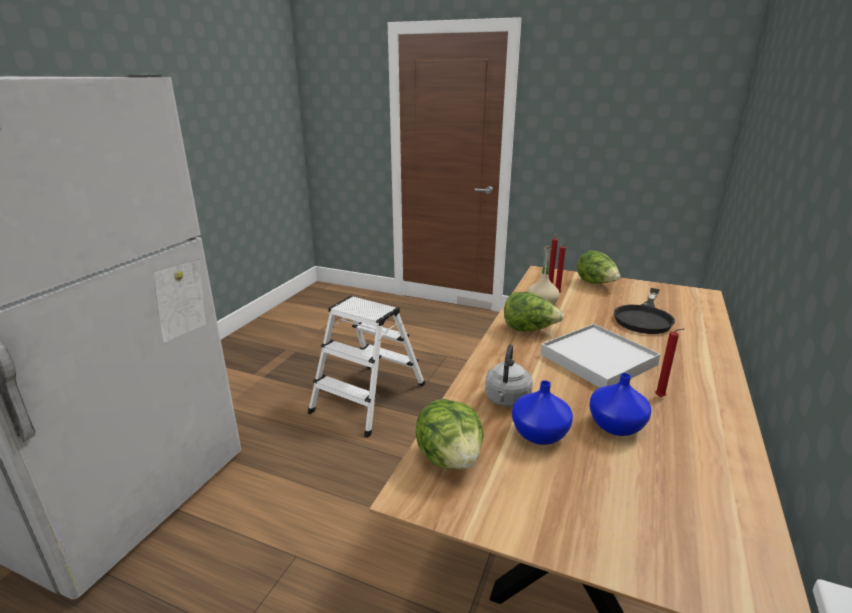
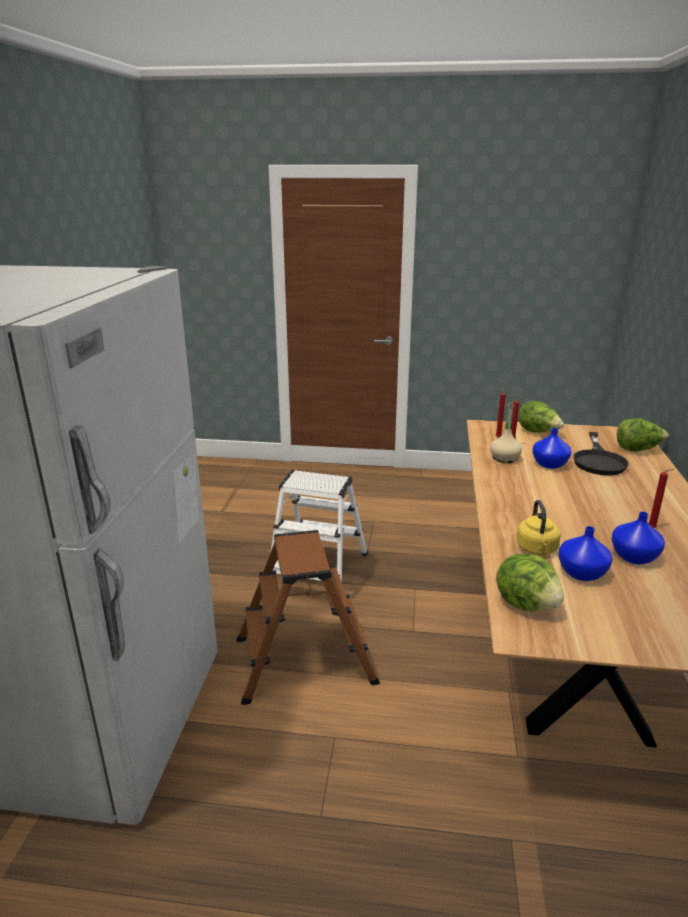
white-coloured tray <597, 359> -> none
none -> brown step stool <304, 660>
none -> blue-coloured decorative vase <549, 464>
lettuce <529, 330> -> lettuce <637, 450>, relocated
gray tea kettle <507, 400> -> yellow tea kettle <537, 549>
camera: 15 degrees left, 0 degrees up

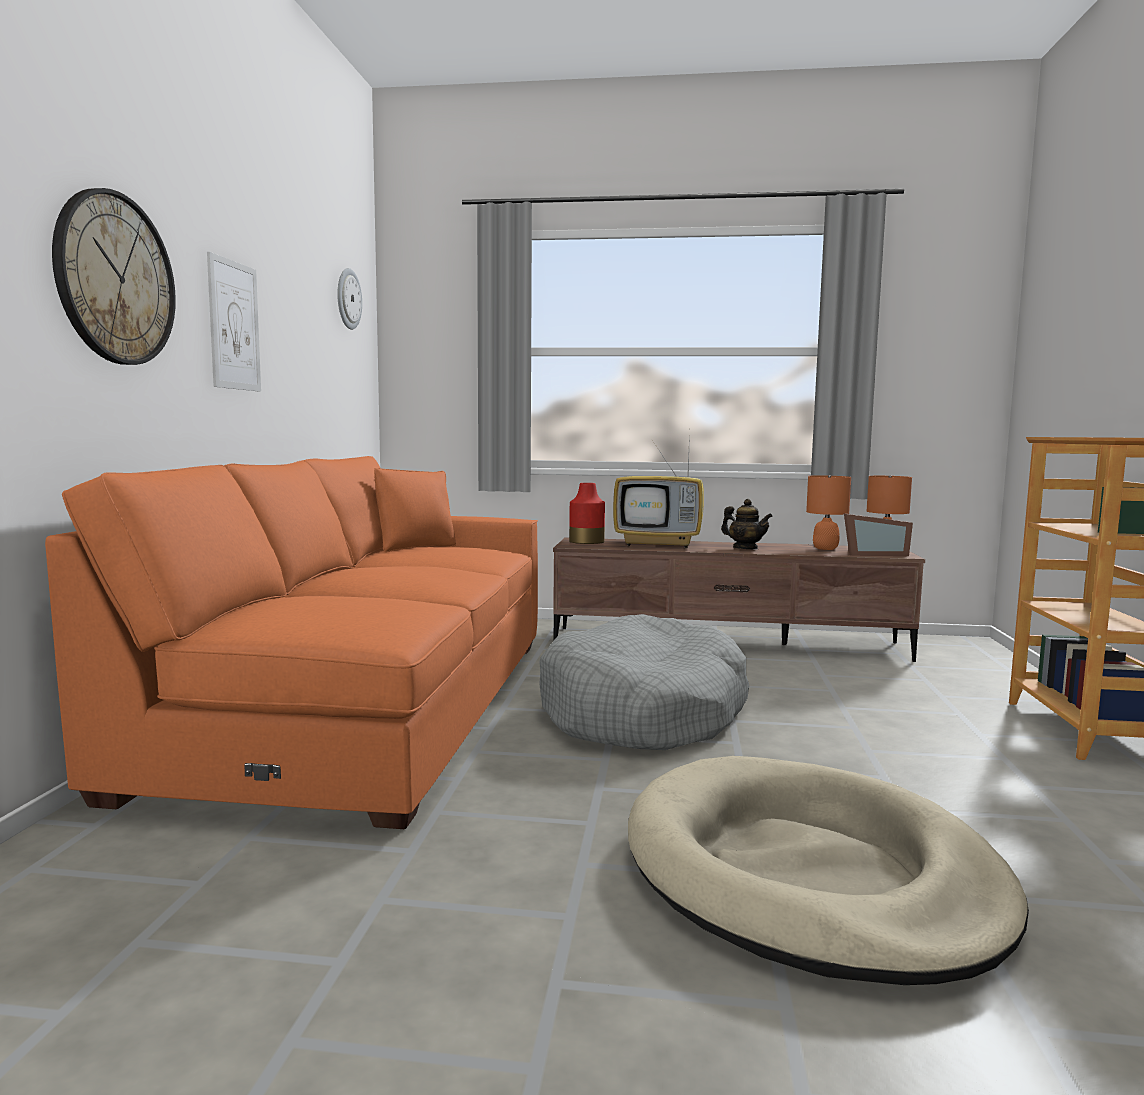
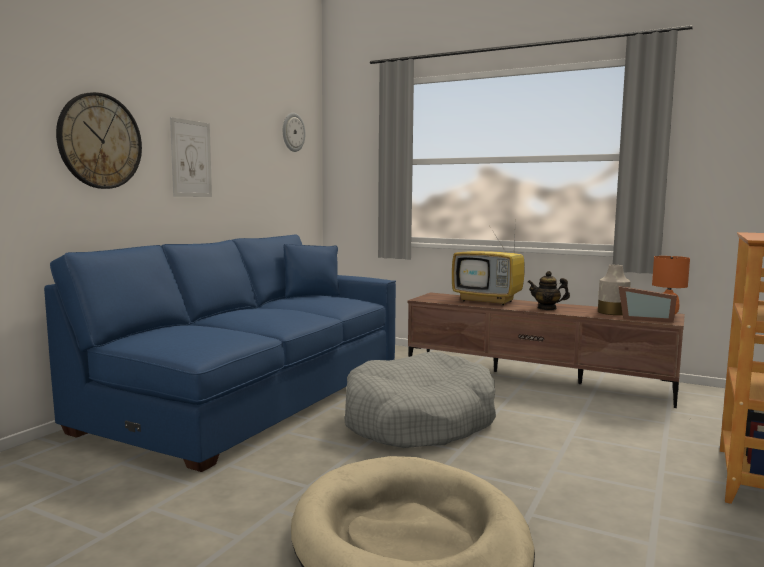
reddish decorative vase <587, 541> -> none
orangey tabletop lamp <826, 549> -> beige-coloured decorative vase <612, 312>
orangey sofa <368, 707> -> blue-coloured sofa <253, 396>
tea pot <745, 548> -> tea pot <547, 308>, 135 degrees clockwise
camera: 20 degrees right, 0 degrees up

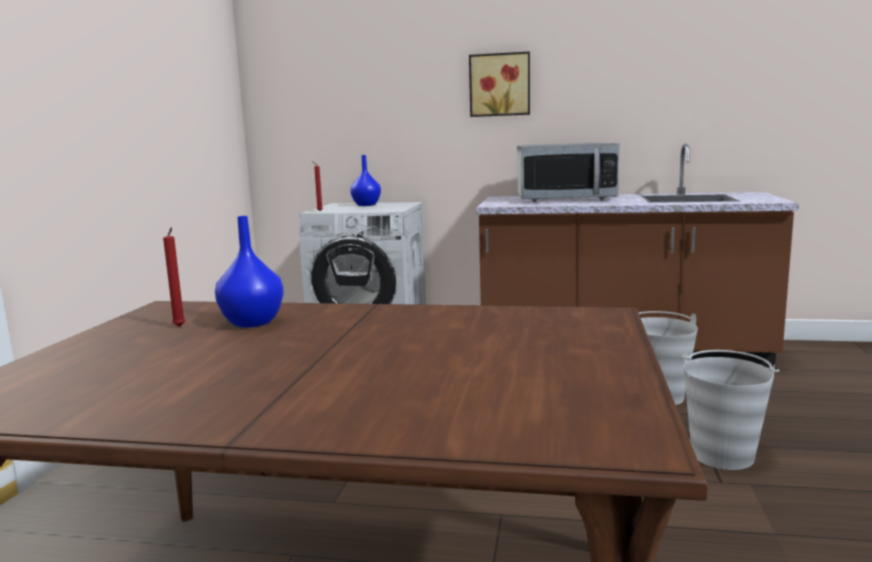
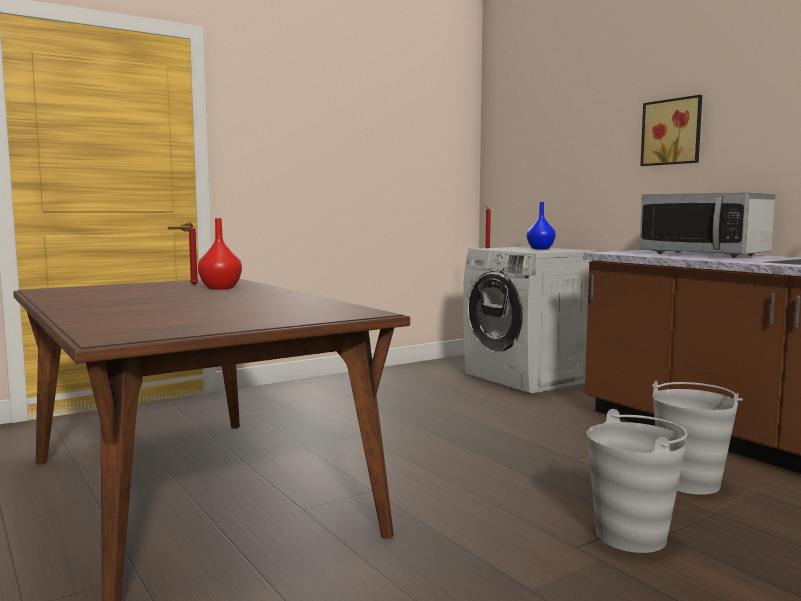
blue-coloured decorative vase <251, 322> -> reddish decorative vase <220, 288>
camera: 45 degrees right, 5 degrees down

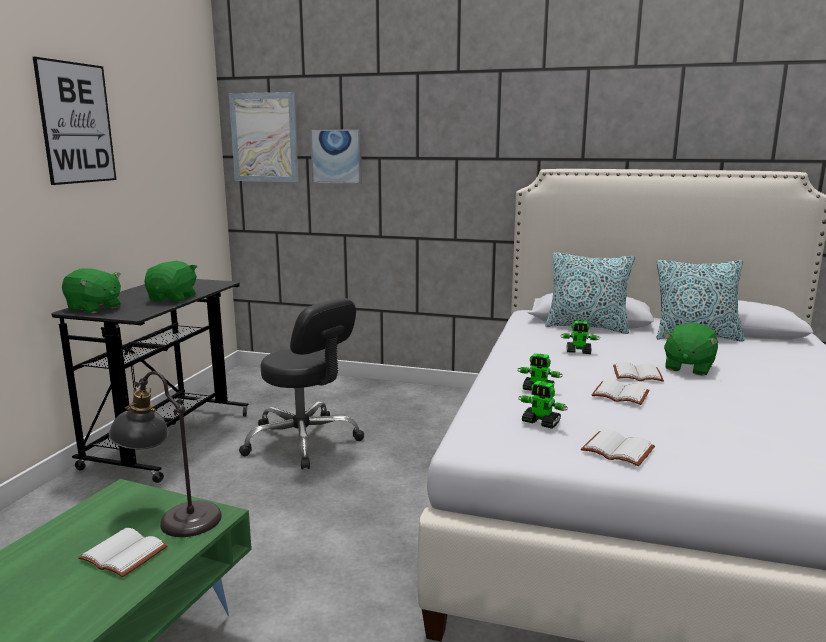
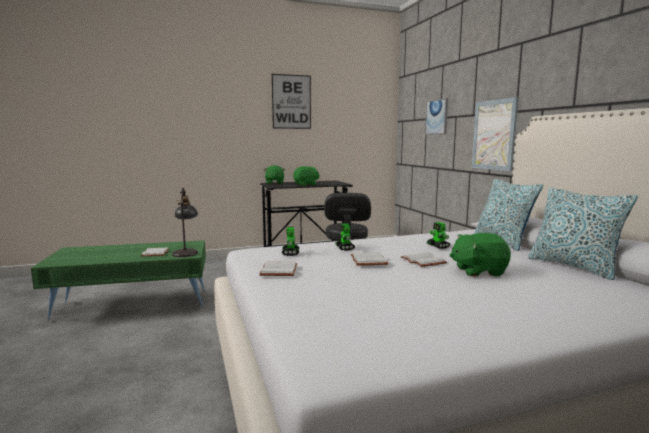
wall art <264, 137> -> wall art <494, 135>, relocated
camera: 55 degrees right, 5 degrees down

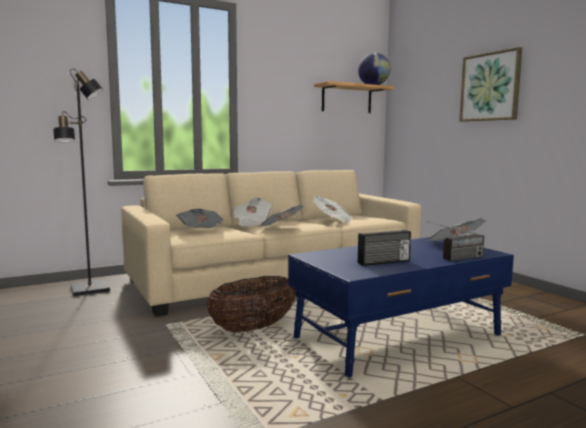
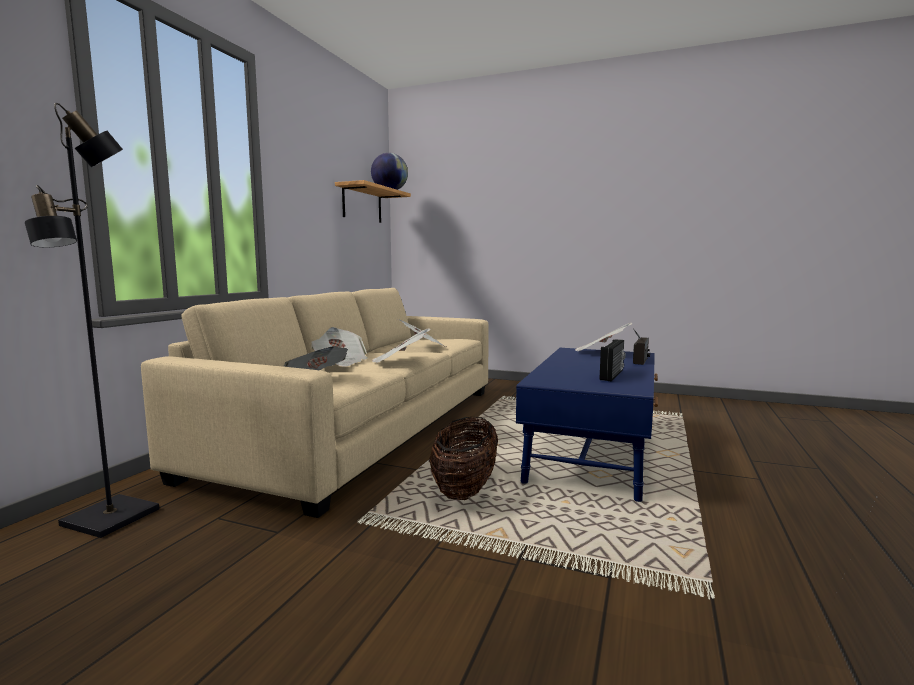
wall art <490, 87> -> none
camera: 40 degrees left, 0 degrees up

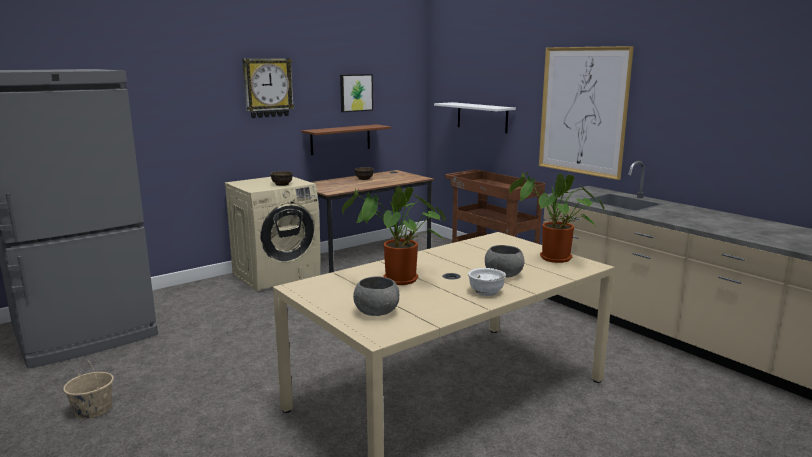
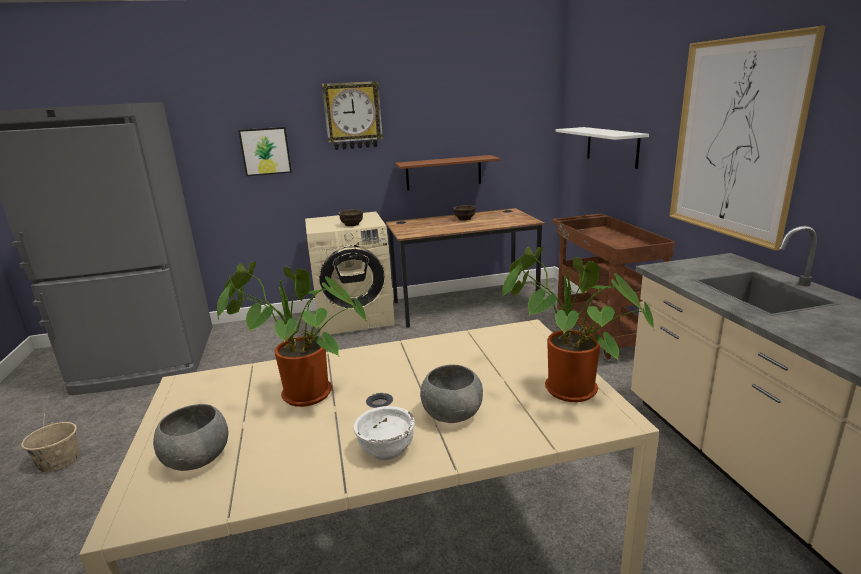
wall art <355, 92> -> wall art <265, 151>, relocated
camera: 25 degrees right, 5 degrees up

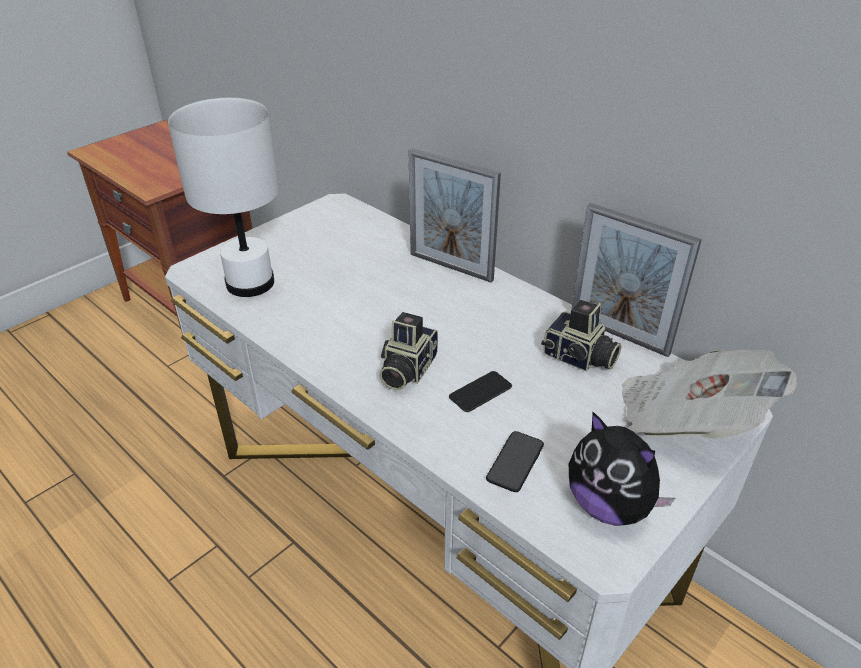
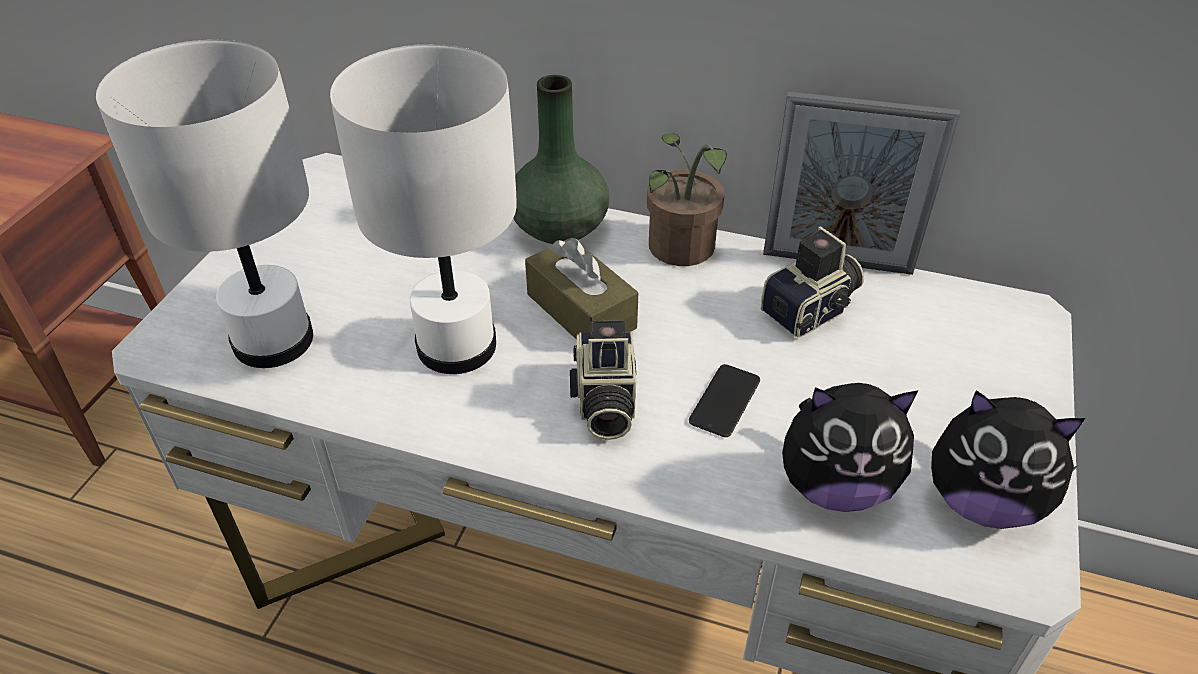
newspaper <688, 420> -> none
none -> white-coloured tabletop lamp <456, 345>
none -> brown box of tissues <581, 311>
none -> plant in a pot <681, 252>
photo frame <451, 267> -> green-coloured decorative vase <560, 227>
handset <515, 462> -> soft toy <835, 486>
photo camera <579, 358> -> photo camera <813, 310>, 45 degrees counterclockwise
camera: 25 degrees left, 5 degrees up

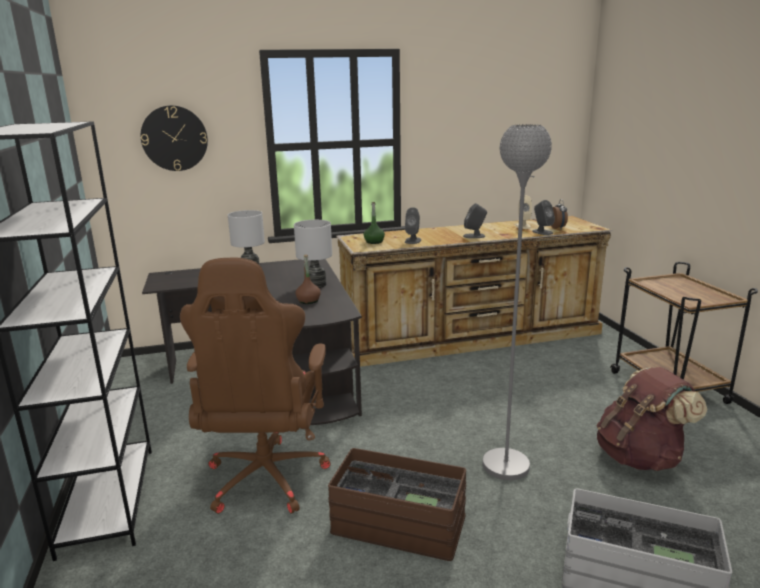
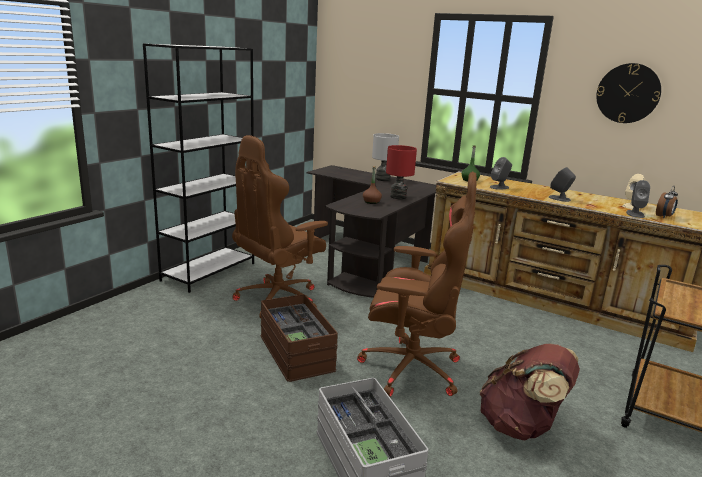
clock on the wall <174, 138> -> clock on the wall <628, 93>, relocated
gray standard lamp <506, 465> -> brown computer chair <409, 369>
gray tabletop lamp <316, 285> -> reddish tabletop lamp <398, 197>
camera: 45 degrees right, 0 degrees up

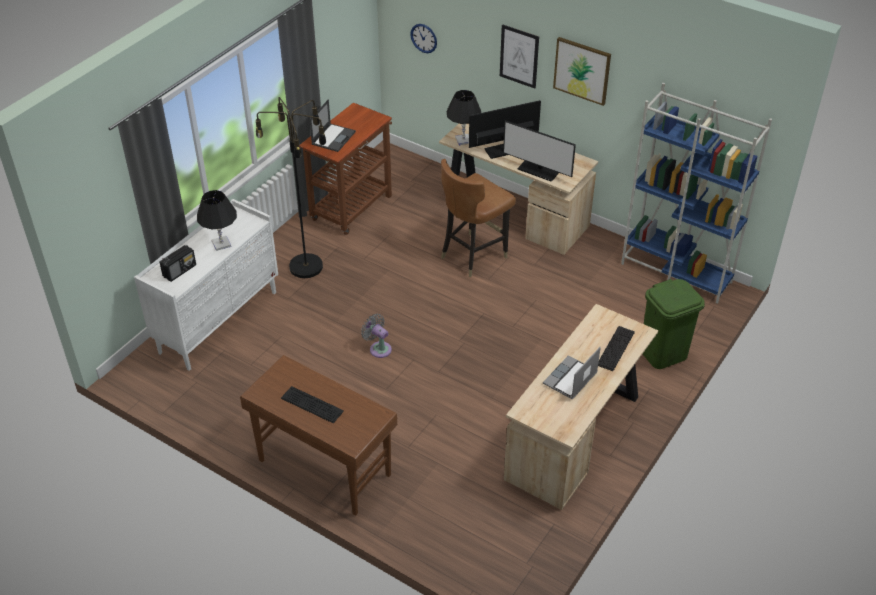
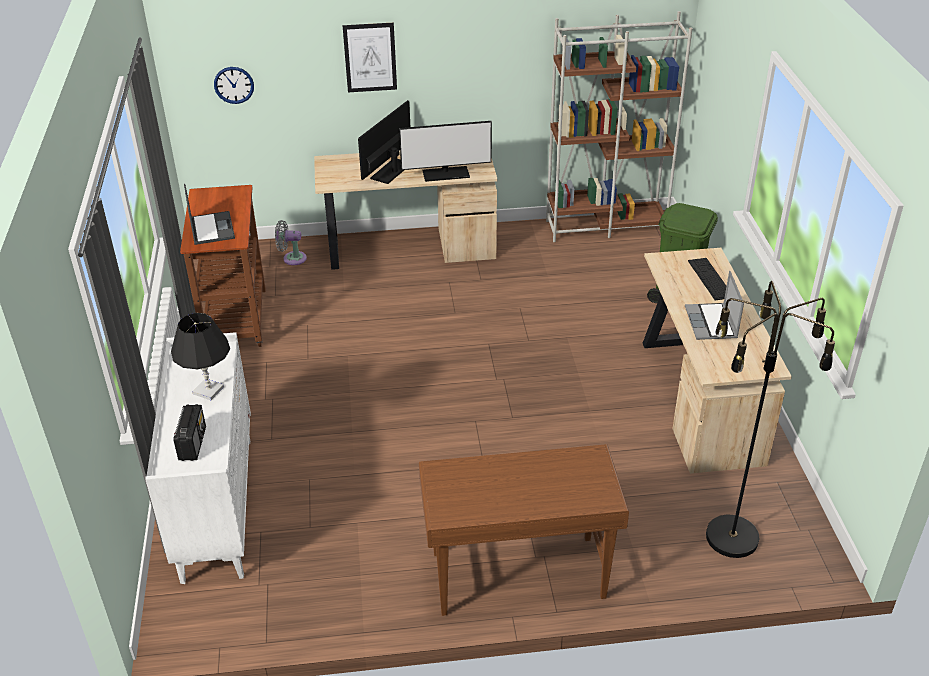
computer keyboard <312, 404> -> none
brown chair <473, 255> -> none
black tabletop lamp <463, 140> -> none
wall art <582, 70> -> none
standard lamp <307, 266> -> standard lamp <732, 536>, relocated
gray electric fan <378, 348> -> gray electric fan <292, 258>, relocated
blue-coloured bookcase <676, 273> -> brown bookcase <606, 227>
camera: 40 degrees left, 5 degrees down

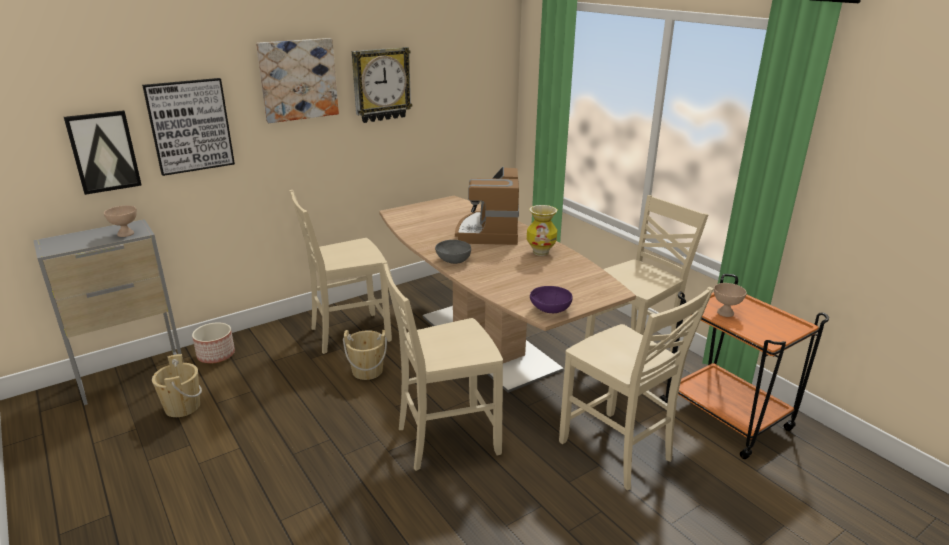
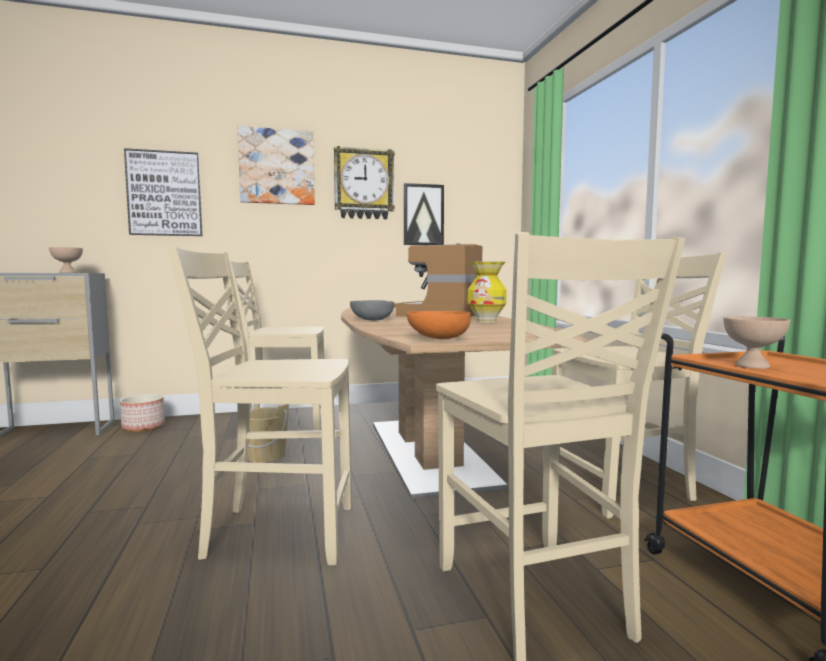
beige-coloured water bucket <182, 407> -> none
wall art <103, 152> -> wall art <423, 215>, relocated
purplish deep dish <550, 310> -> orangey deep dish <437, 339>
camera: 20 degrees right, 20 degrees down

